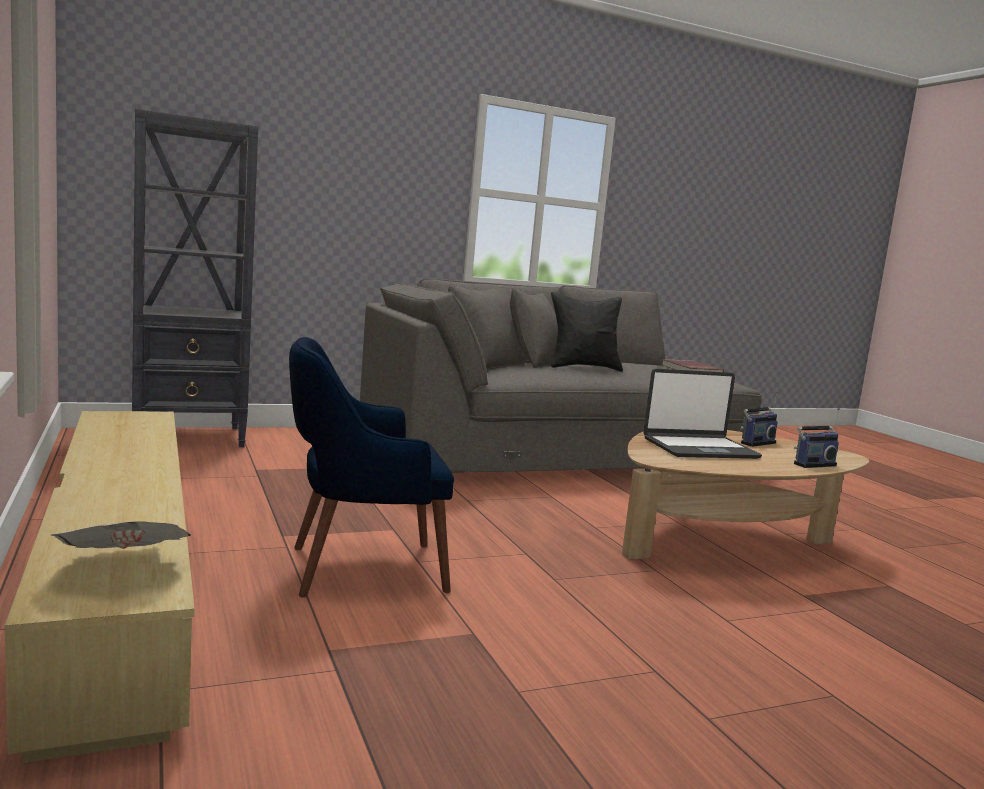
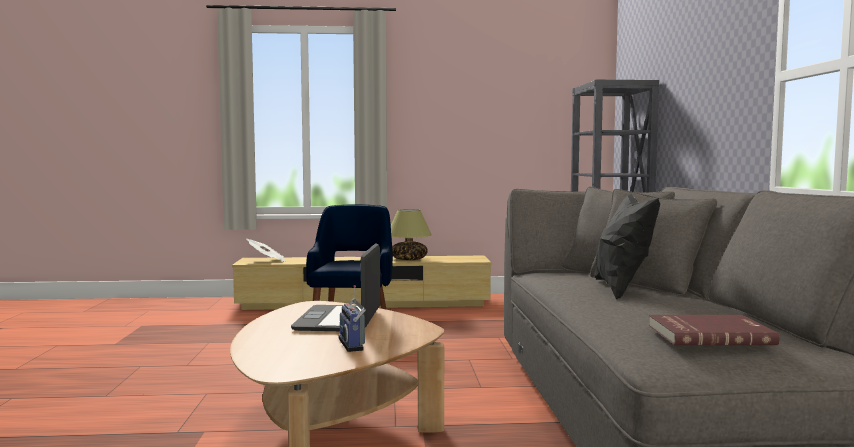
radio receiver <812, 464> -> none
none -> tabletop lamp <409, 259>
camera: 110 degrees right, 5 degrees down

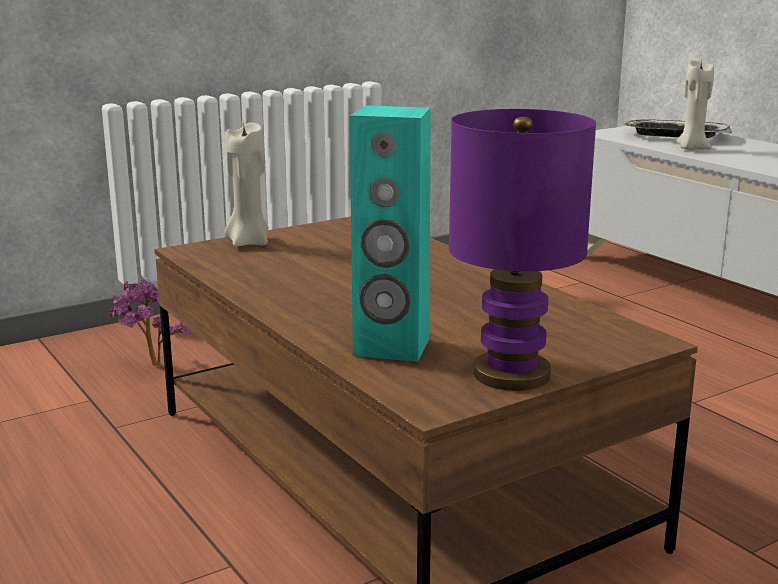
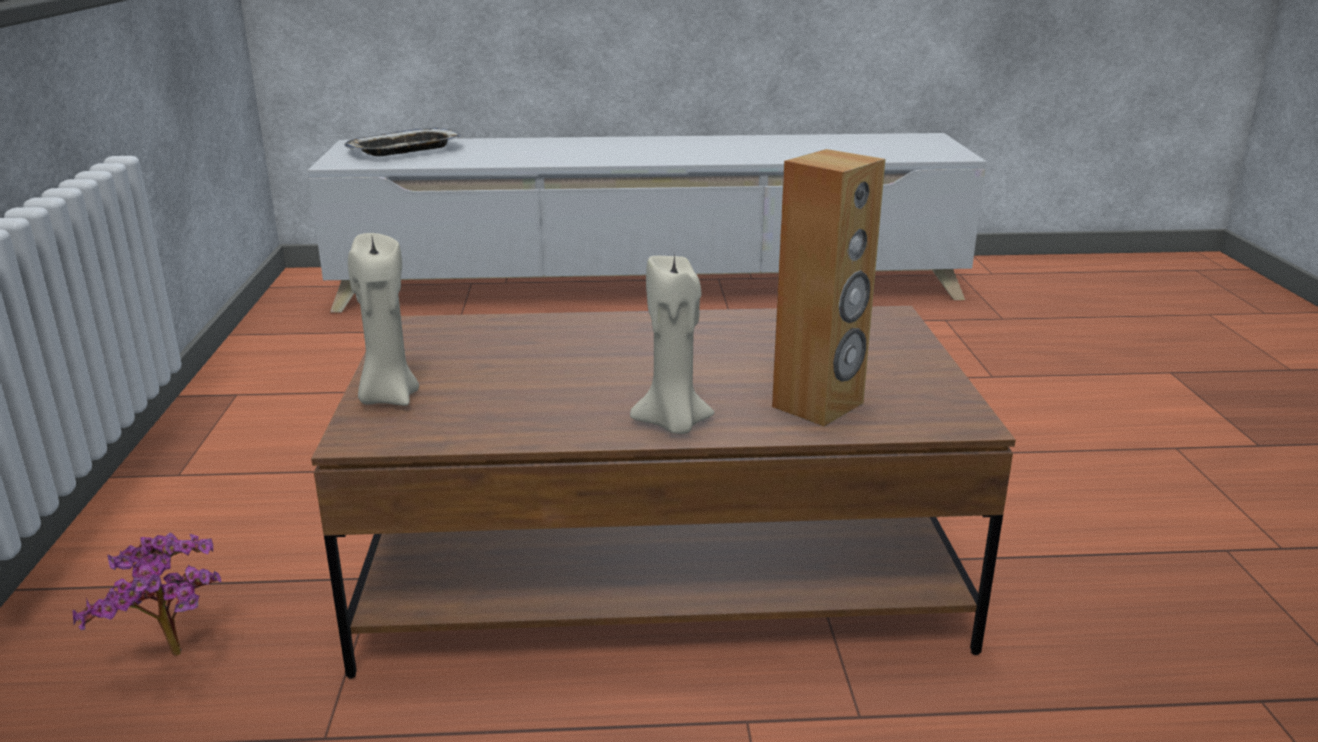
purplish tabletop lamp <511, 373> -> none
beige-coloured wax candle <691, 149> -> beige-coloured wax candle <673, 424>, relocated
blue-green loudspeaker <391, 347> -> brown loudspeaker <819, 405>
camera: 60 degrees left, 5 degrees up

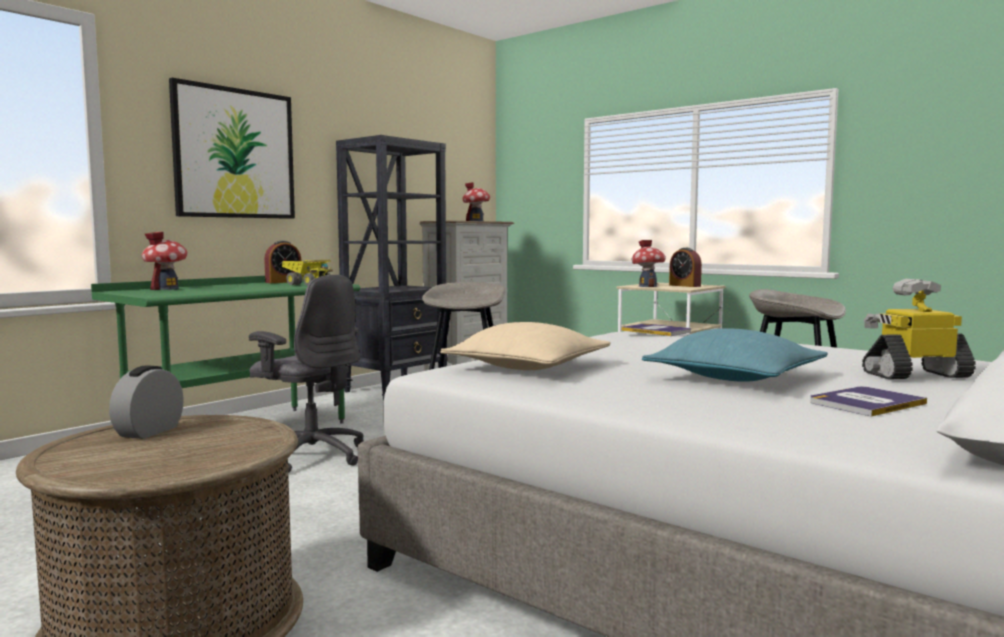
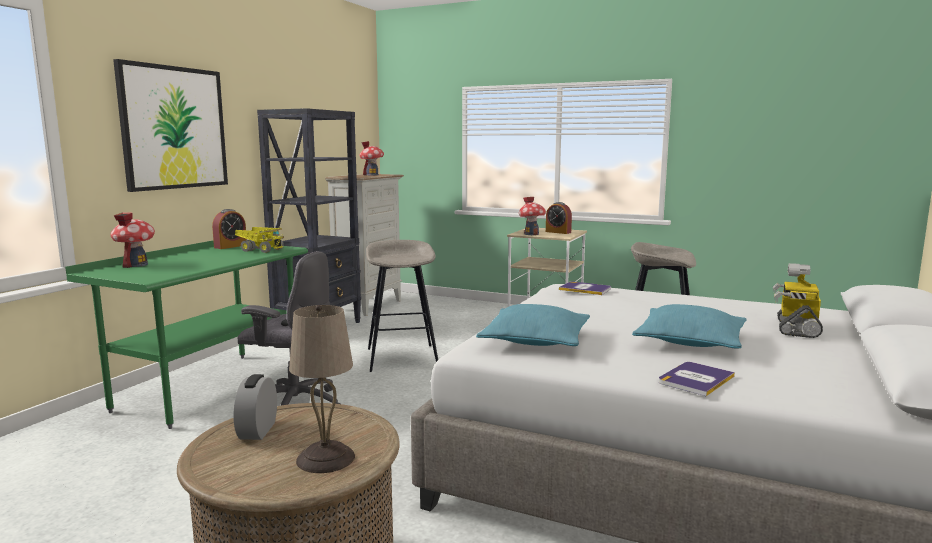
none -> beige-coloured tabletop lamp <324, 458>
bound book <866, 403> -> bound book <695, 379>, relocated
beige-coloured pillow <527, 367> -> blue-green pillow <535, 340>
toy robot <915, 375> -> toy robot <796, 328>, 45 degrees counterclockwise
camera: 15 degrees left, 5 degrees up

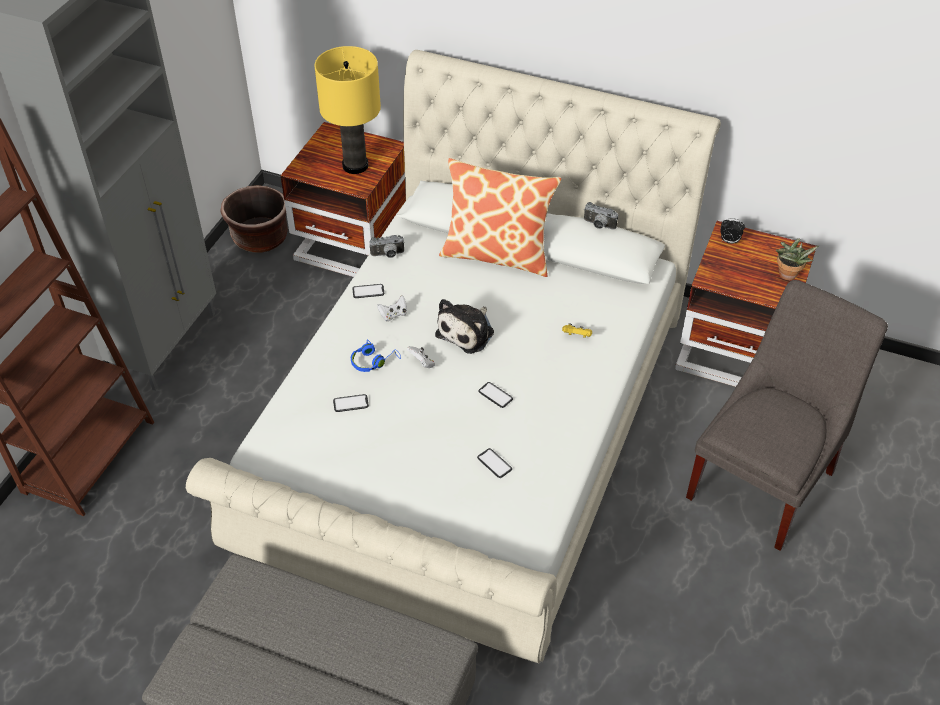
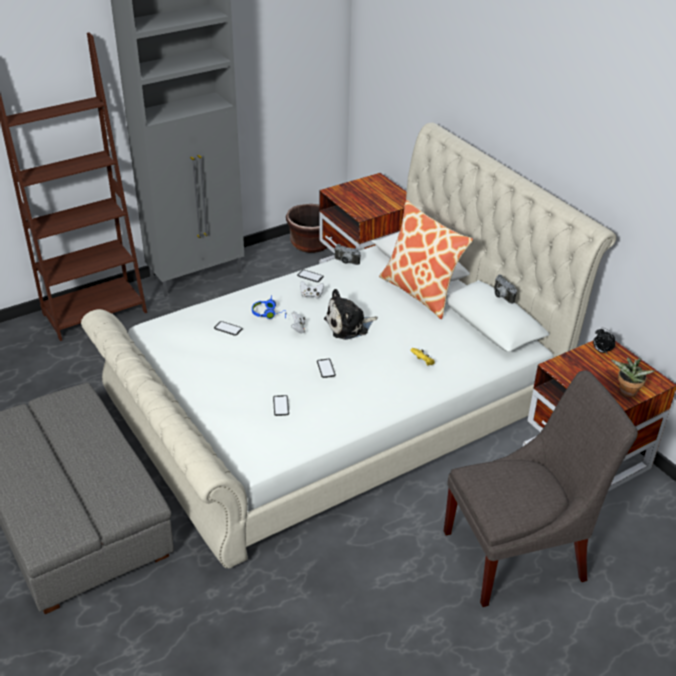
yellow tabletop lamp <355, 166> -> none
camera: 35 degrees right, 10 degrees down

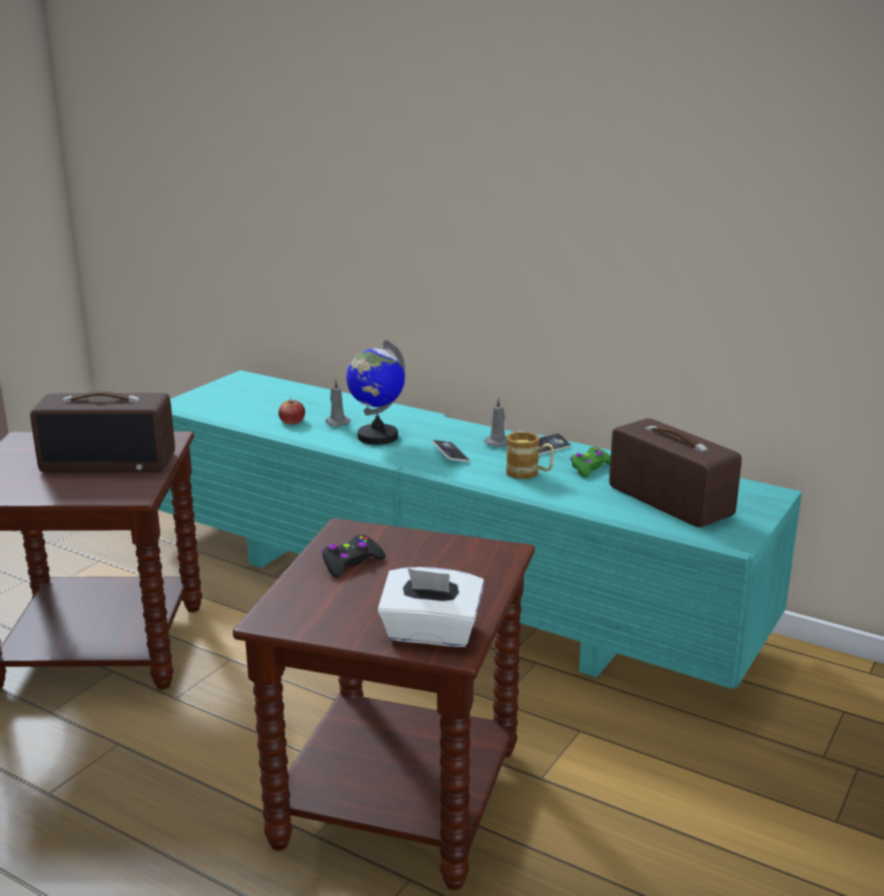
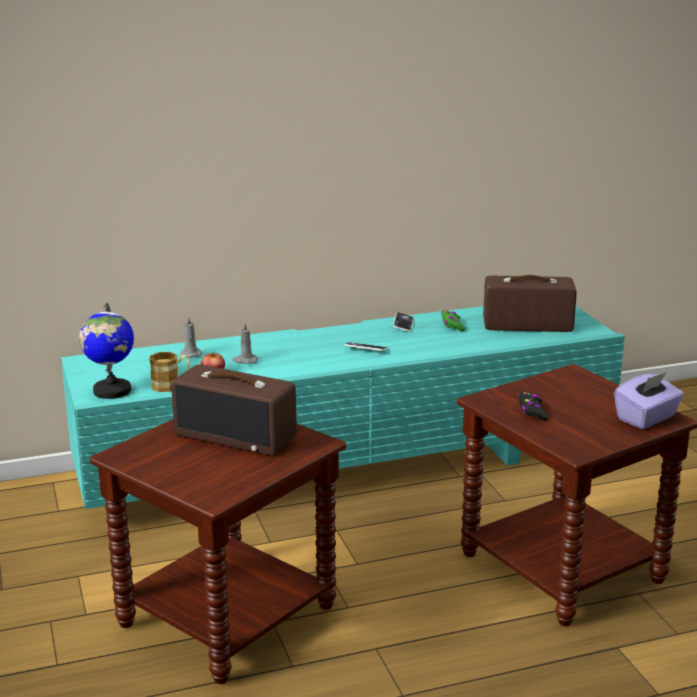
desk globe <377, 436> -> desk globe <111, 391>, relocated
gray wax candle <498, 442> -> gray wax candle <190, 354>, relocated
tea mug <529, 473> -> tea mug <171, 385>, relocated
white-coloured box of tissues <431, 633> -> purplish box of tissues <647, 418>
radio receiver <110, 462> -> radio receiver <237, 436>, 75 degrees clockwise
camera: 50 degrees left, 0 degrees up

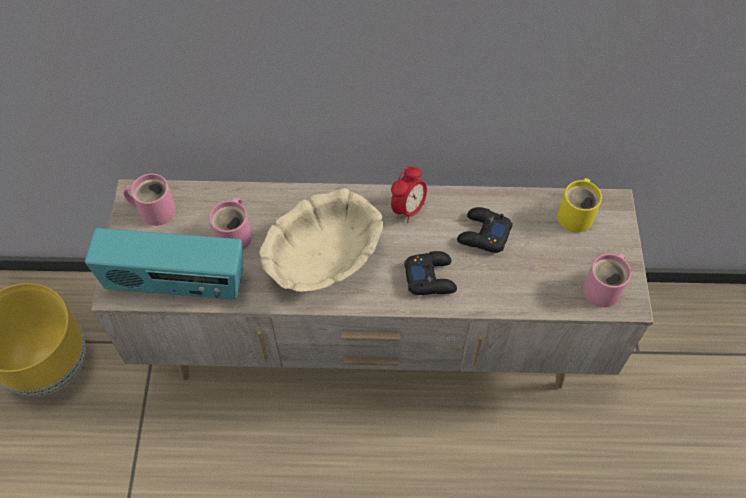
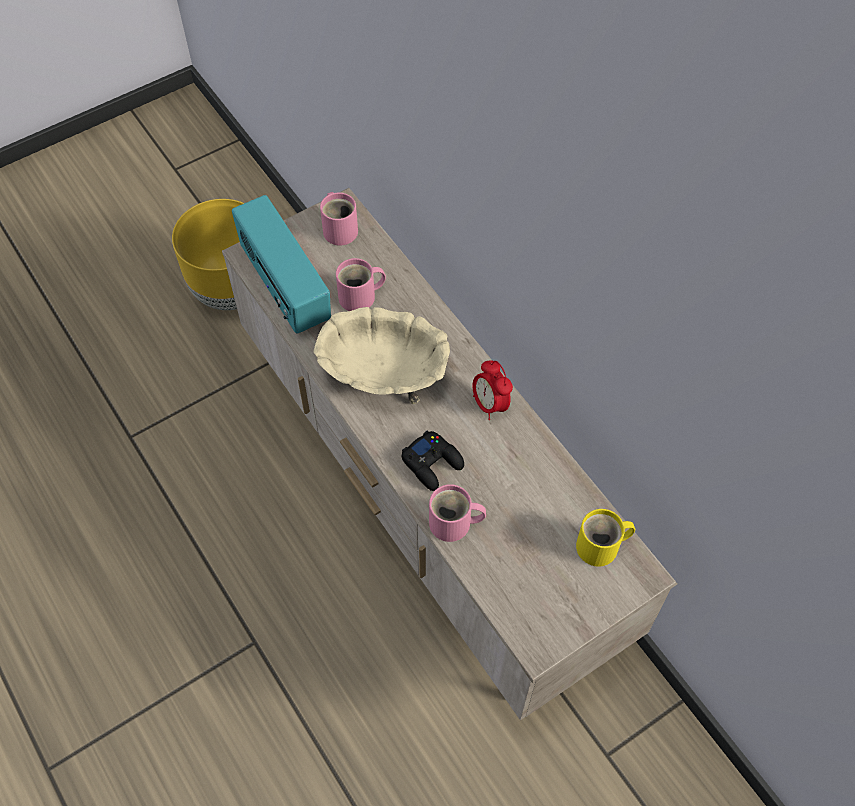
black game controller <483, 234> -> none
pink-coloured tea mug <604, 288> -> pink-coloured tea mug <454, 524>, relocated
bedside clock <408, 209> -> bedside clock <490, 404>, 60 degrees clockwise
camera: 55 degrees right, 0 degrees up

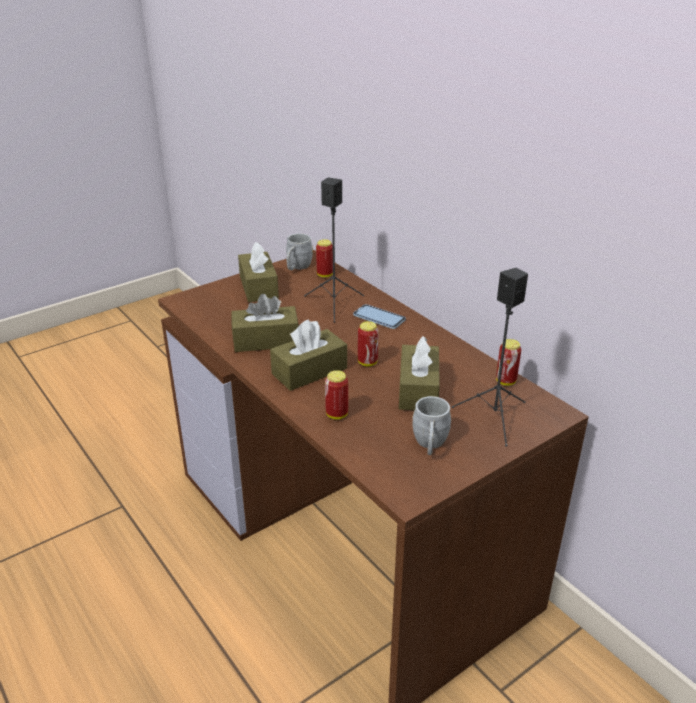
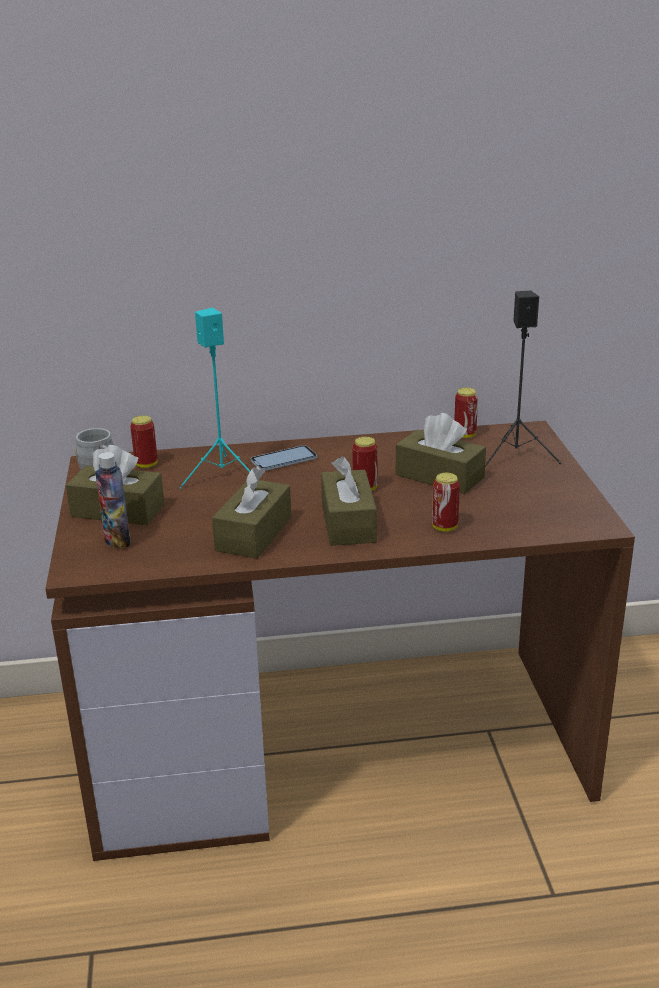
gray tea mug <429, 445> -> none
none -> beverage bottle <117, 541>
black loudspeaker <334, 304> -> blue-green loudspeaker <222, 475>
camera: 60 degrees left, 5 degrees down

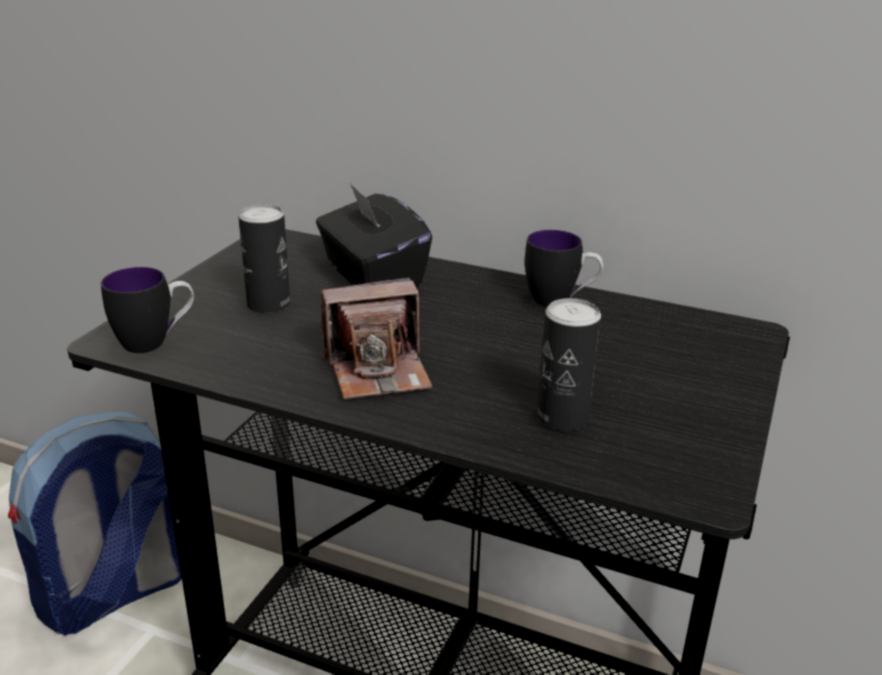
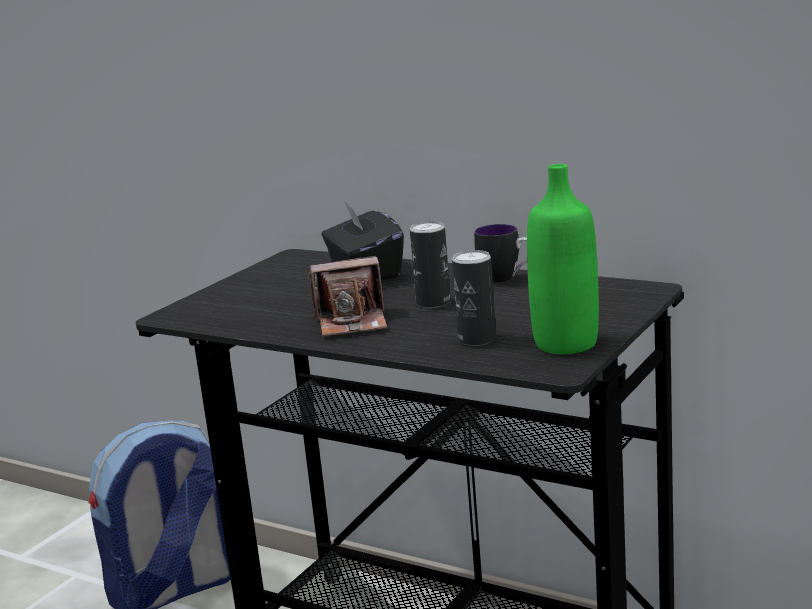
tea mug <155, 342> -> none
none -> green-coloured beverage bottle <565, 344>
can <268, 304> -> can <433, 302>, relocated
camera: 10 degrees right, 10 degrees down

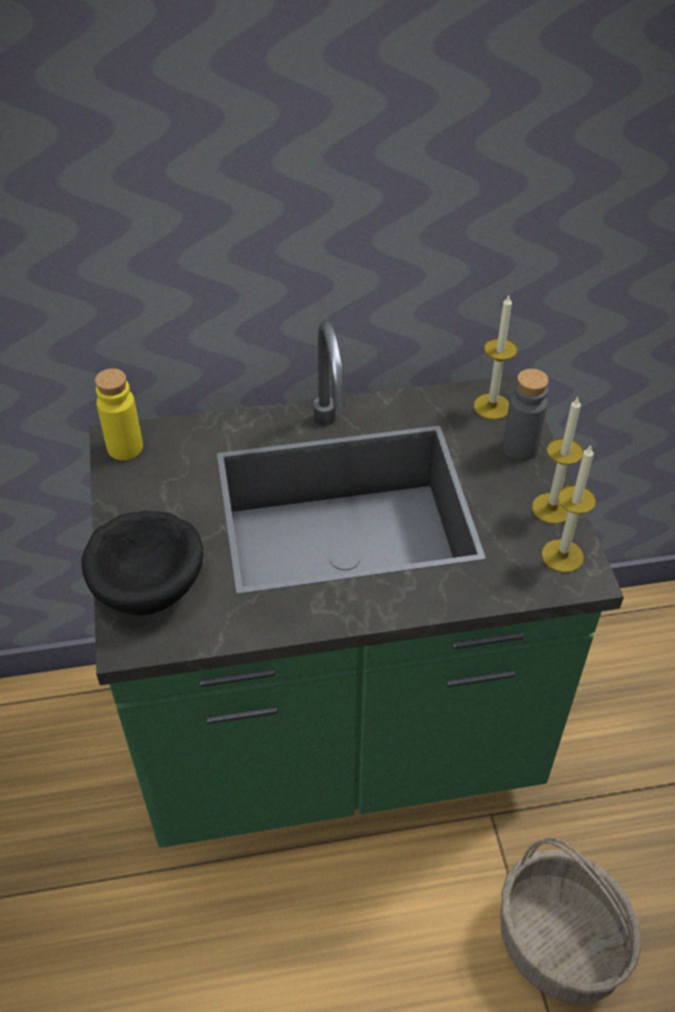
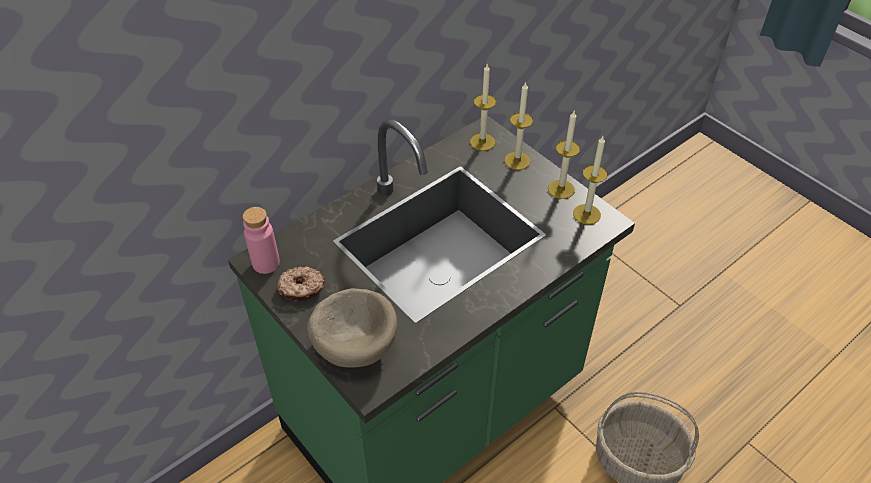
none -> doughnut <301, 289>
gray beverage bottle <520, 448> -> wax candle <517, 161>
black deep dish <151, 585> -> beige-coloured deep dish <356, 343>
yellow beverage bottle <125, 447> -> pink-coloured beverage bottle <266, 263>
camera: 30 degrees left, 0 degrees up

